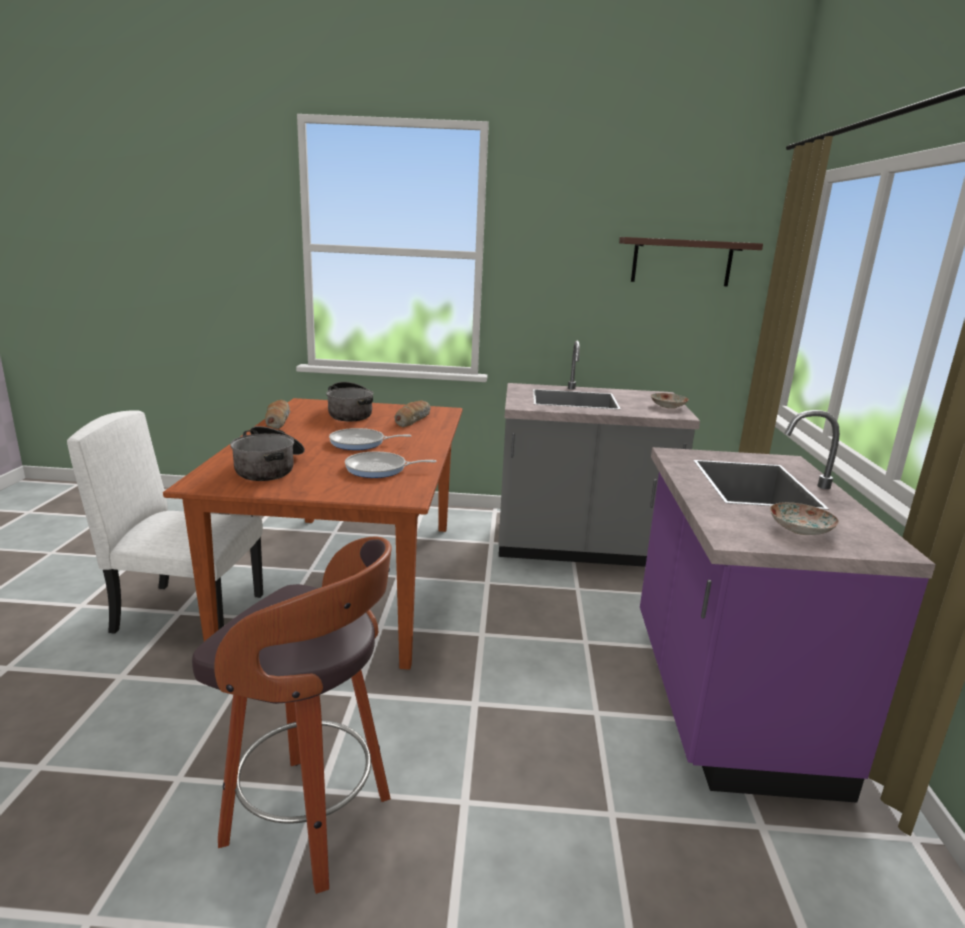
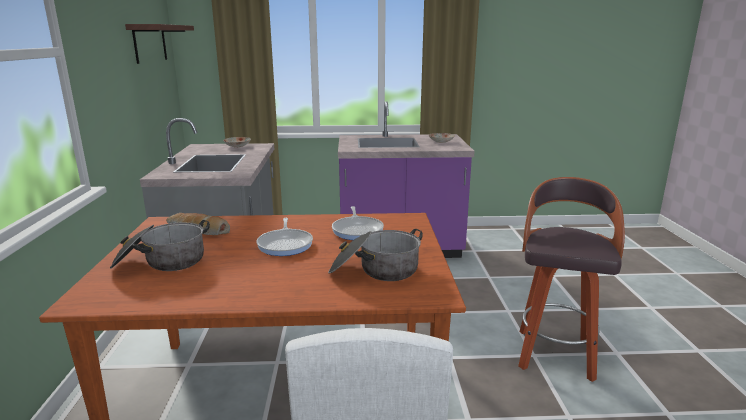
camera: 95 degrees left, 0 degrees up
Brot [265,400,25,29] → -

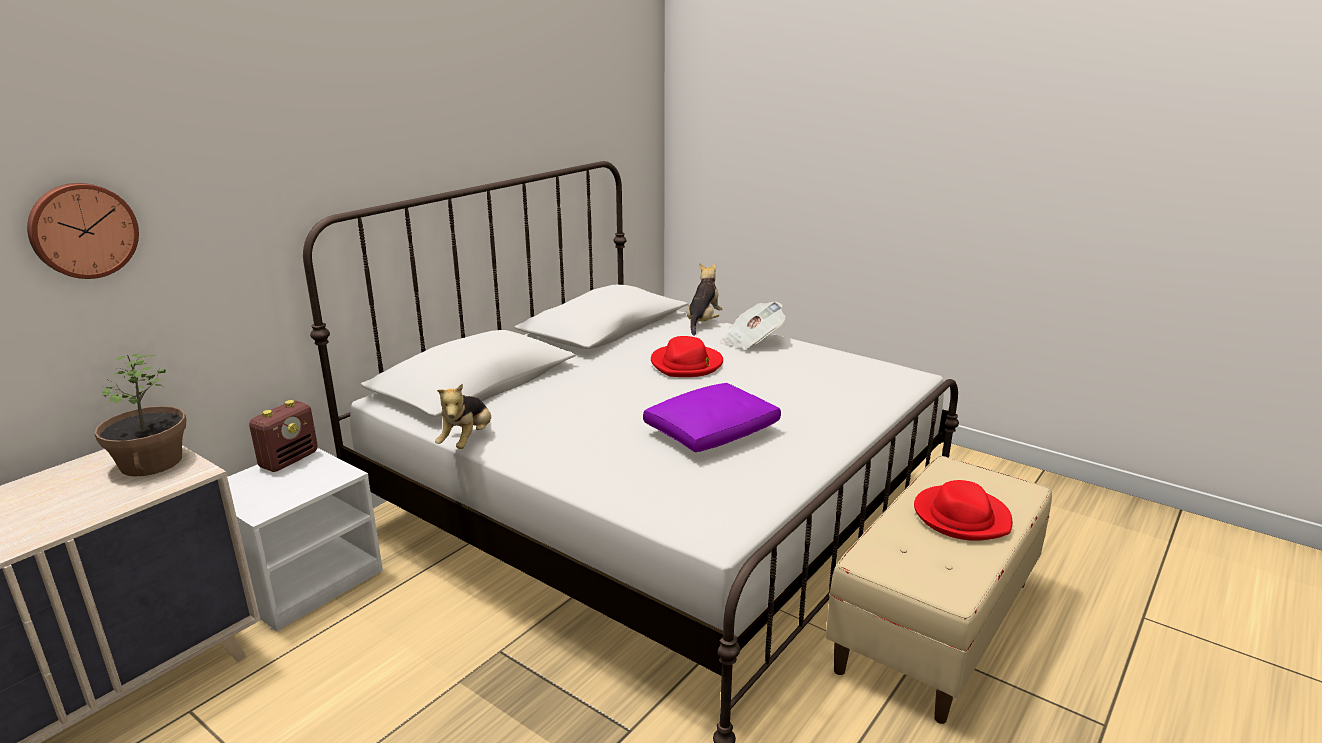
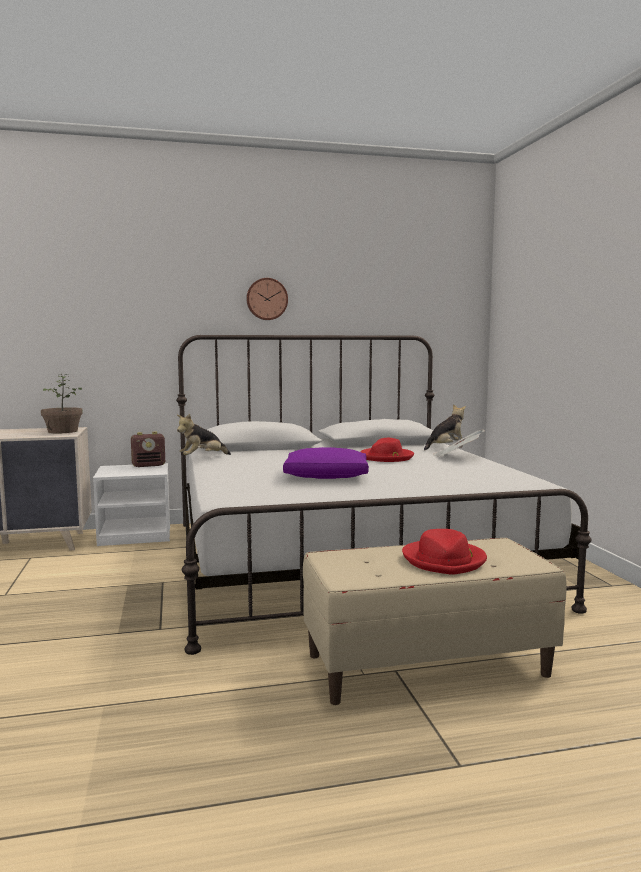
camera: 40 degrees right, 15 degrees down
Wanduhr [27,183,112,96] → Wanduhr [246,278,42,42], move

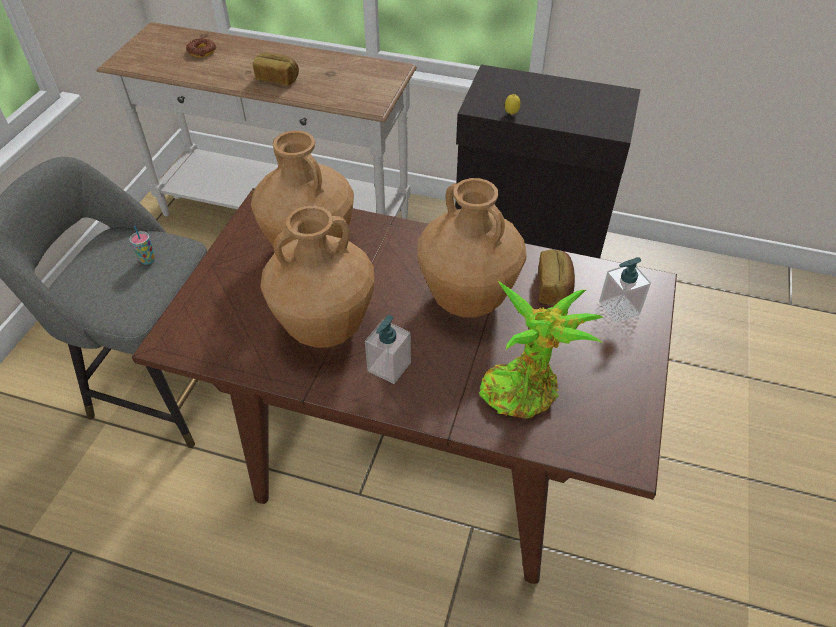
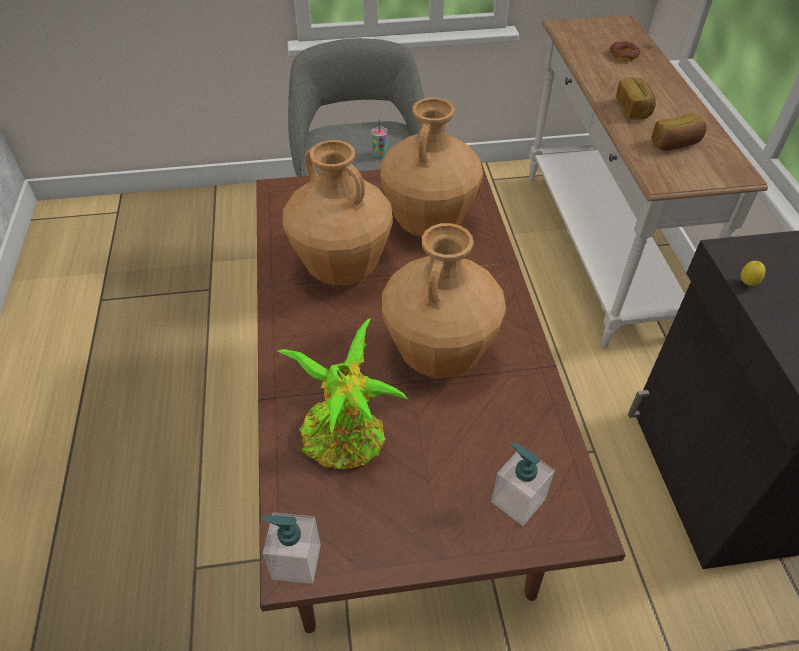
camera: 65 degrees right, 0 degrees up
Seifenspender [365,315,46,69] → Seifenspender [262,512,59,72], move
Brot [538,249,37,56] → Brot [651,113,55,37], move

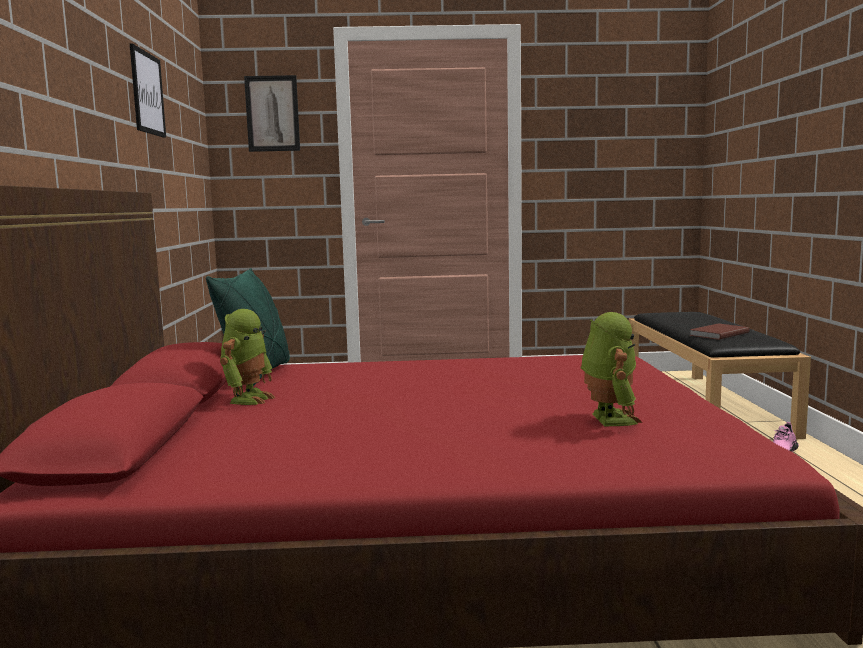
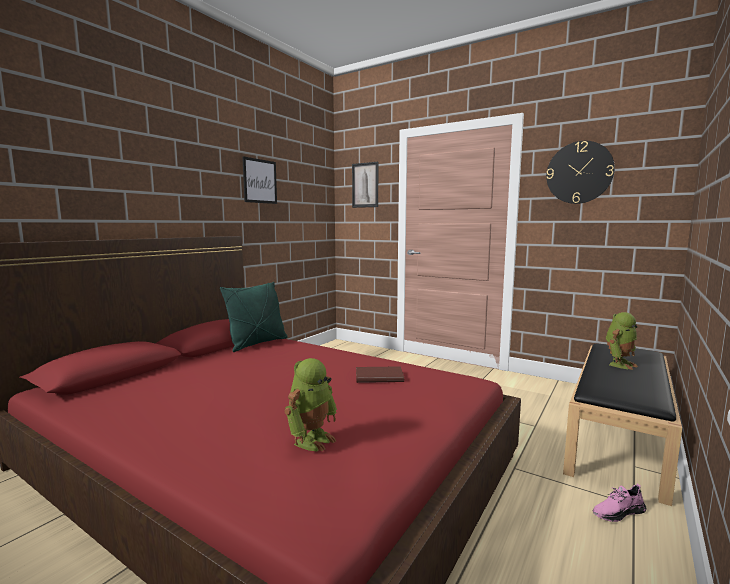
camera: 35 degrees right, 0 degrees up
- → Wanduhr [546,141,69,63]
Spielzeugroboter [220,309,55,96] → Spielzeugroboter [606,312,32,58], move
Buch (braun) [689,323,60,17] → Buch (braun) [356,366,48,17], move

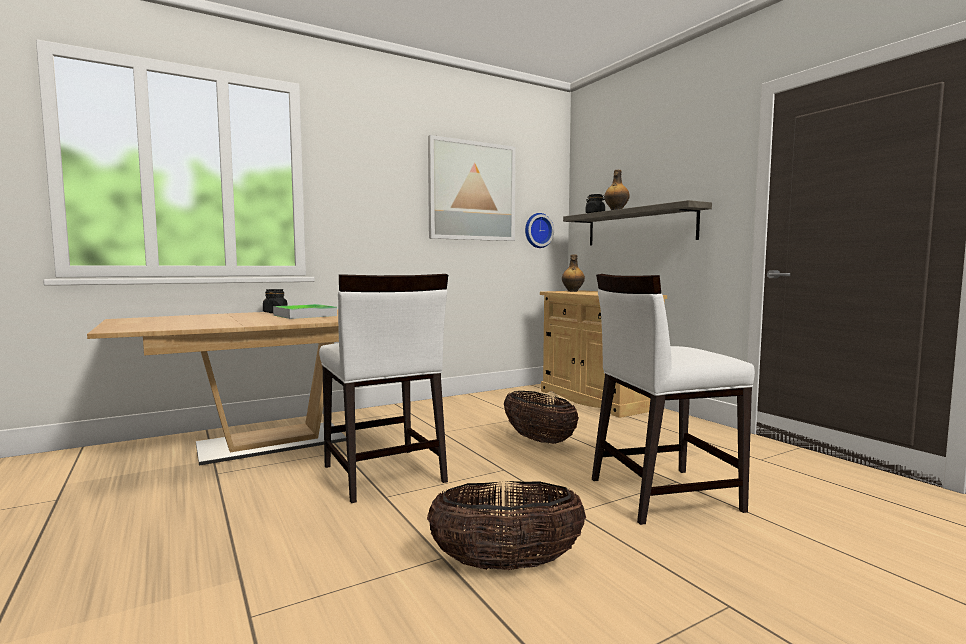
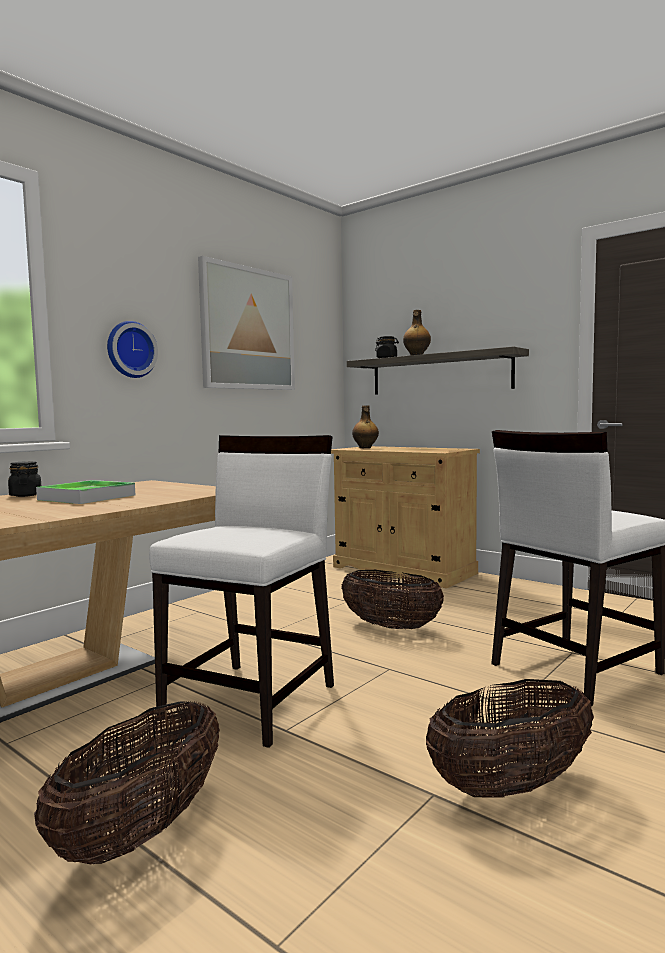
camera: 20 degrees left, 0 degrees up
- → Korb [34,701,186,163]
Wanduhr [525,213,29,35] → Wanduhr [107,321,51,57], move
Stuhl (weiß) [319,274,129,229] → Stuhl (weiß) [149,435,185,313], 105 degrees counterclockwise

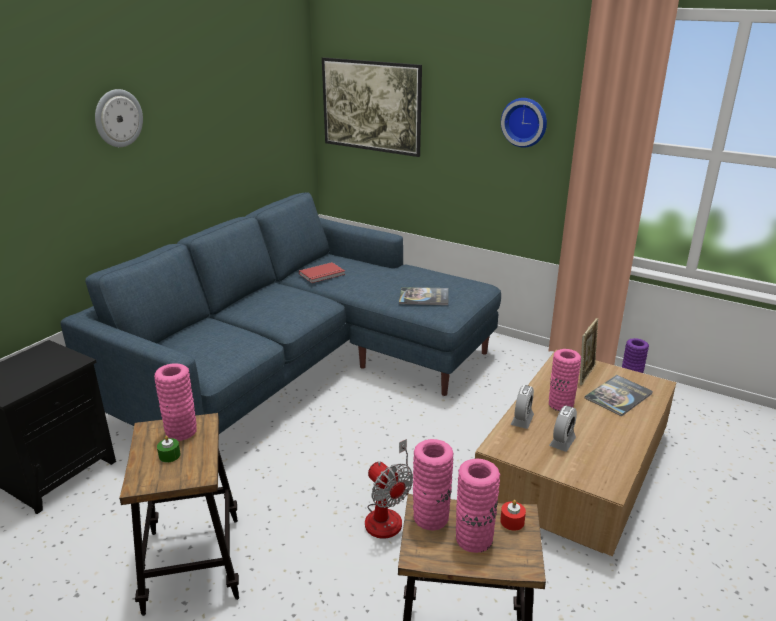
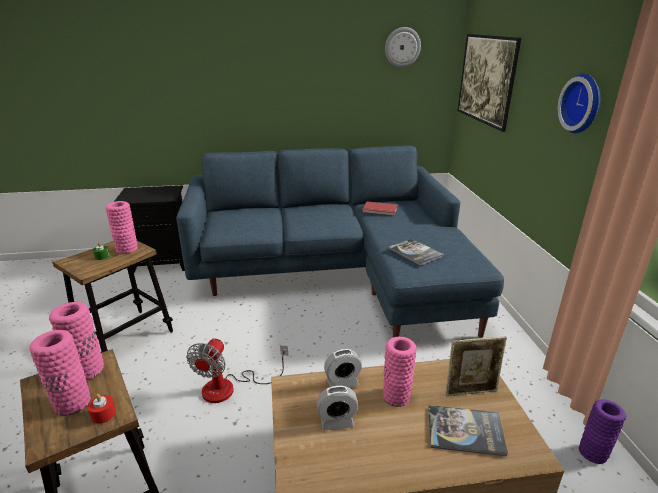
camera: 50 degrees right, 0 degrees up
Wanduhr [95,89,48,58] → Wanduhr [385,27,36,40], move

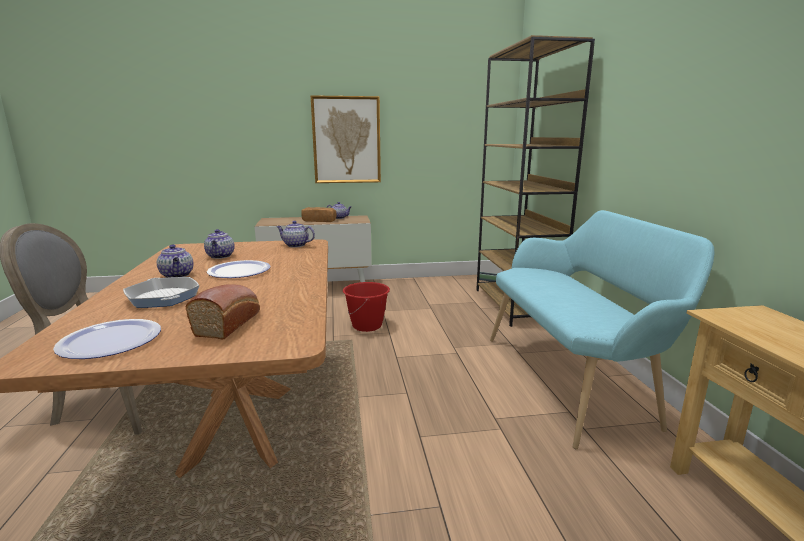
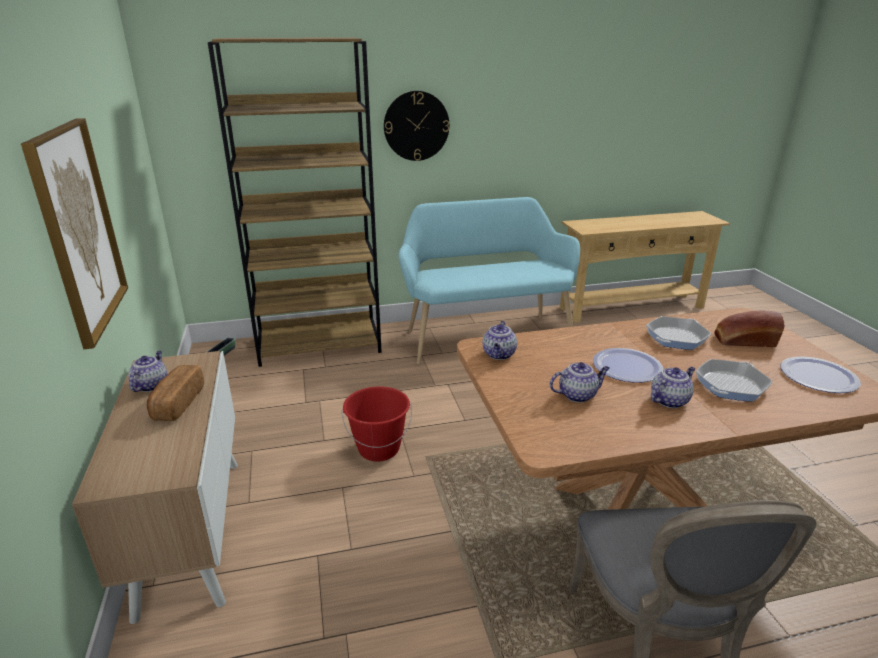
camera: 95 degrees left, 10 degrees up
- → Wanduhr [384,91,66,70]
- → Pfanne [646,316,65,34]

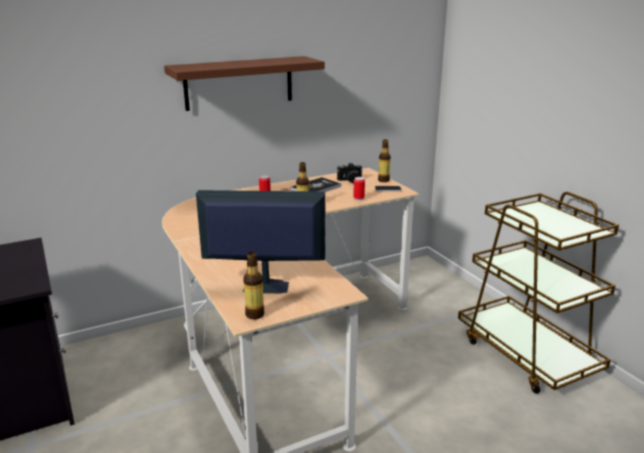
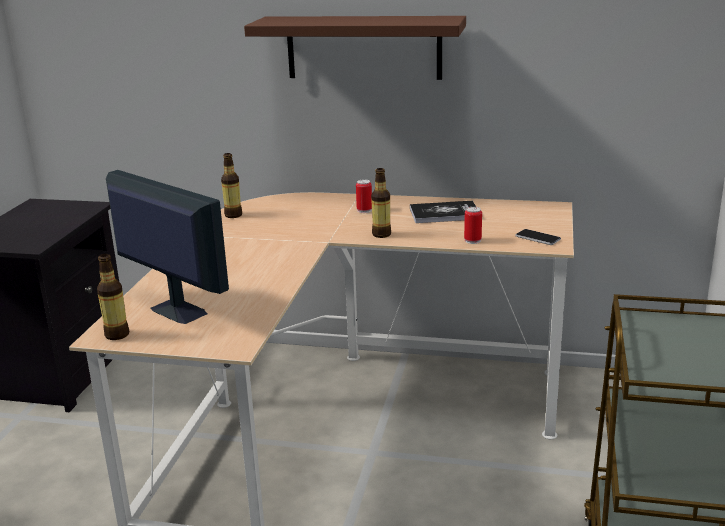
camera: 40 degrees right, 0 degrees up
Kamera [337,163,25,20] → -
Flasche [378,139,13,43] → Flasche [221,153,21,65], move

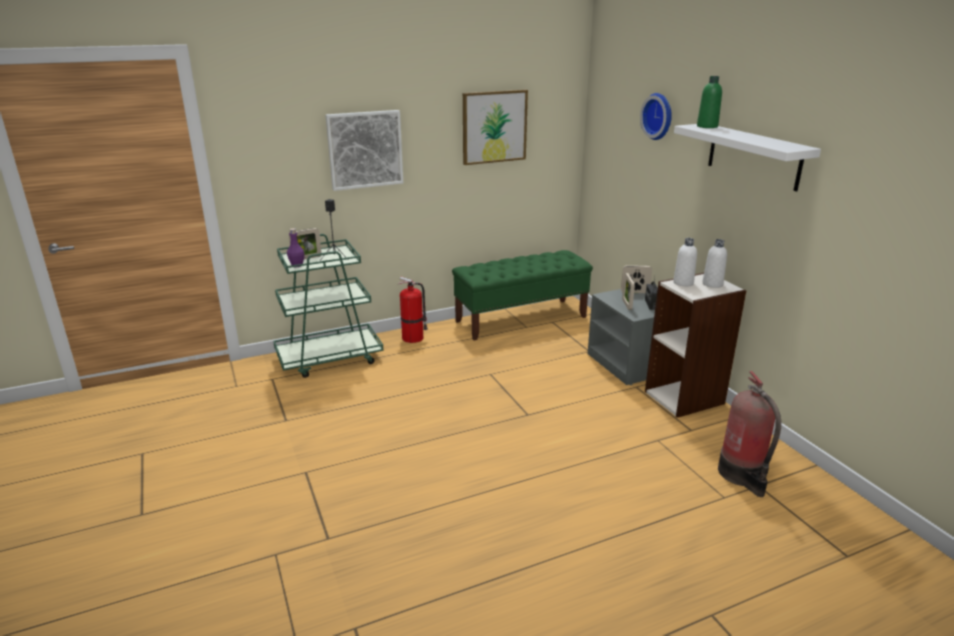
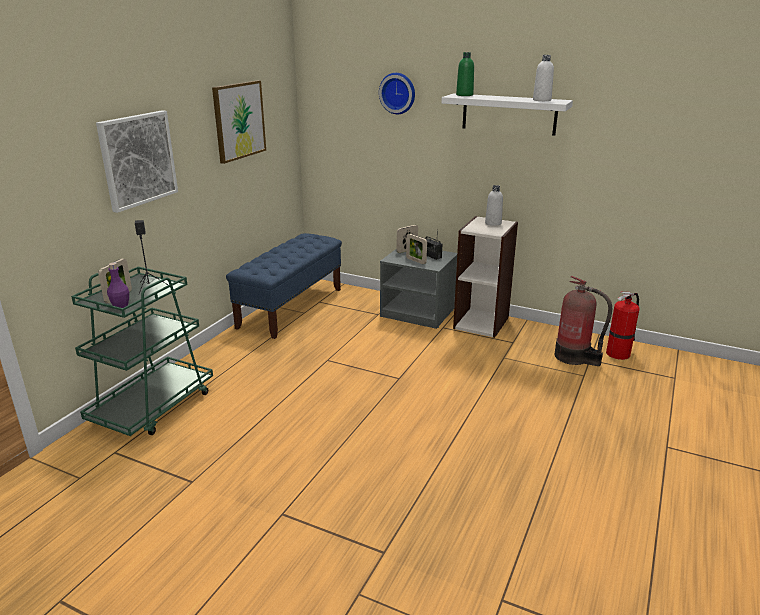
camera: 40 degrees left, 0 degrees up
Feuerlöscher [398,277,30,66] → Feuerlöscher [606,292,34,68], move
Flasche (weiß) [673,238,24,48] → Flasche (weiß) [533,55,21,46], move
Bank (grün) [452,250,141,90] → Bank (blau) [226,233,116,106]

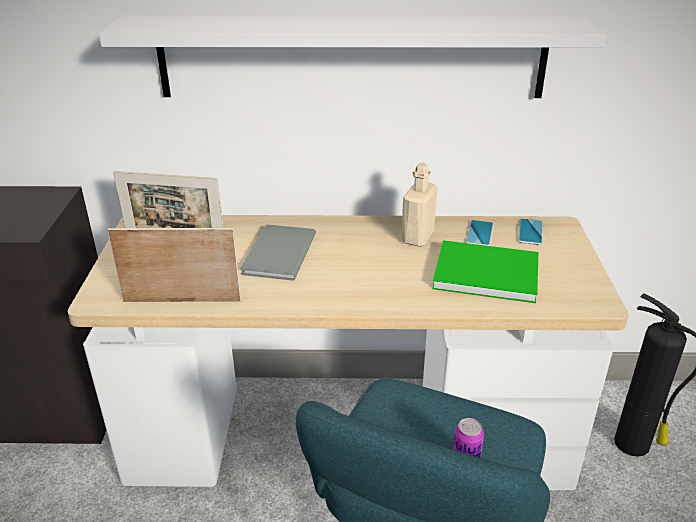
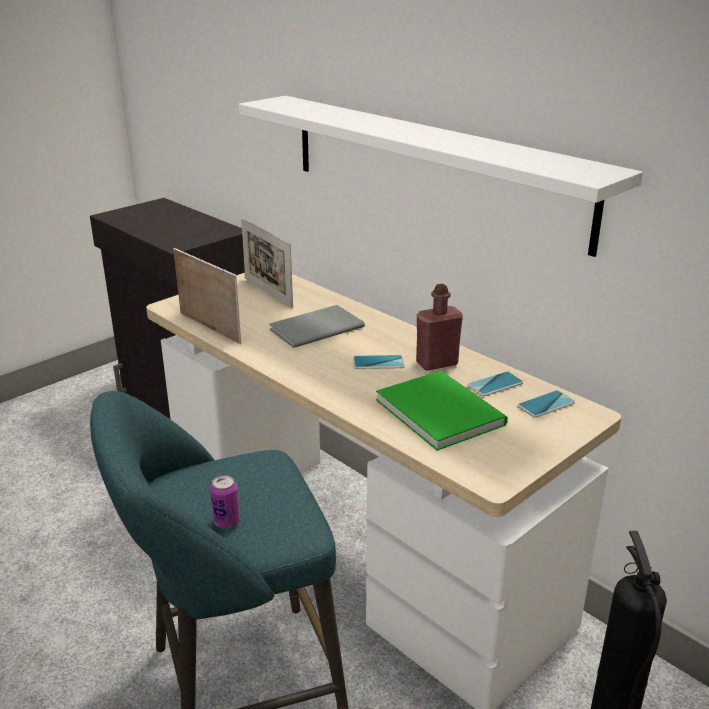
camera: 45 degrees right, 5 degrees down
- → Handy [353,355,52,14]
Flasche (beige) [401,162,37,85] → Flasche (rot) [416,284,47,87]

